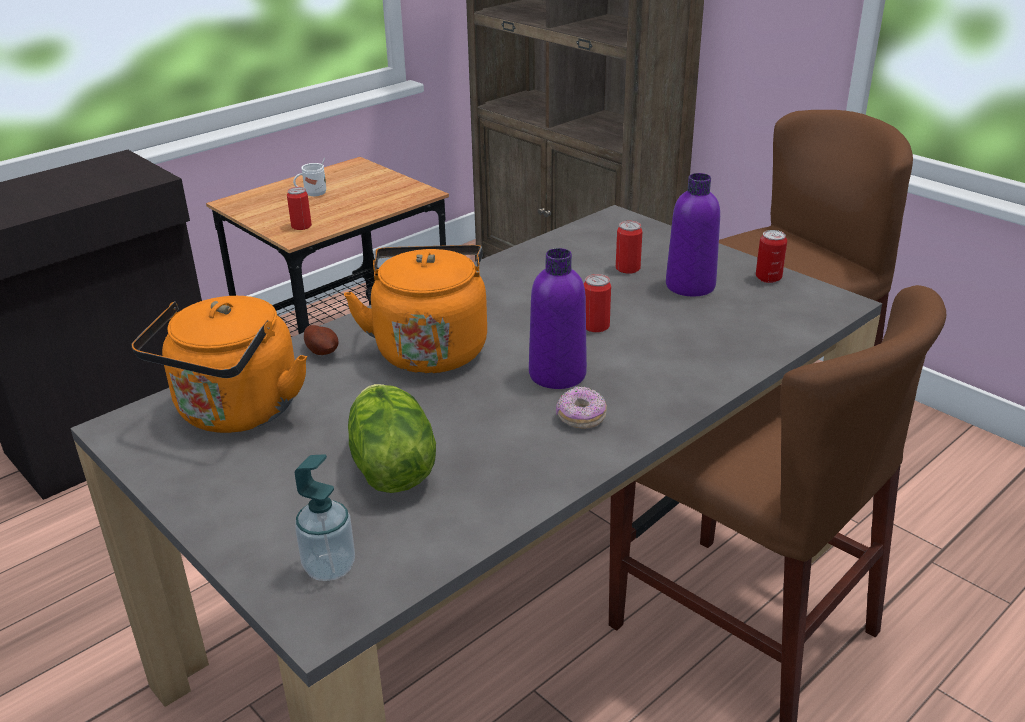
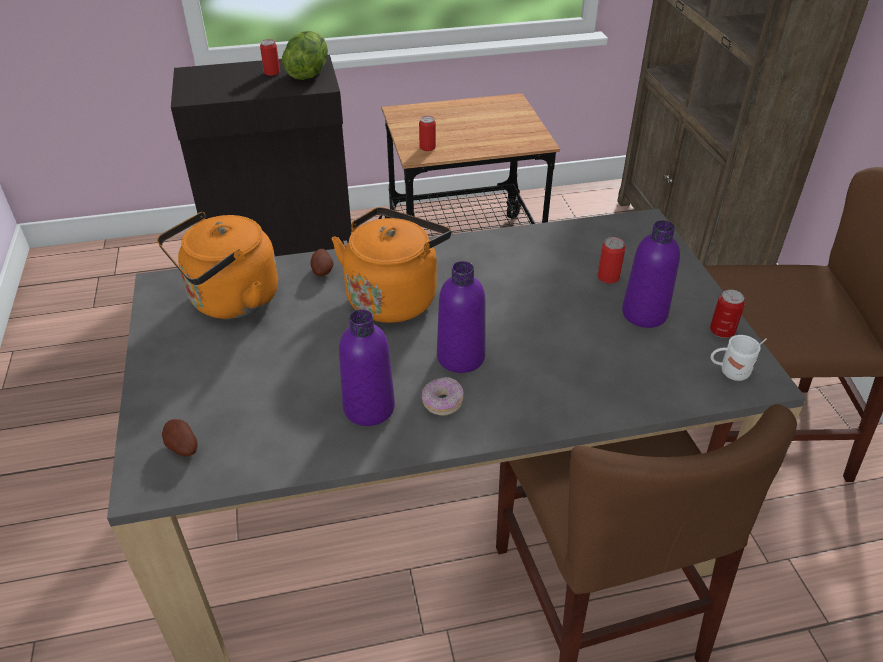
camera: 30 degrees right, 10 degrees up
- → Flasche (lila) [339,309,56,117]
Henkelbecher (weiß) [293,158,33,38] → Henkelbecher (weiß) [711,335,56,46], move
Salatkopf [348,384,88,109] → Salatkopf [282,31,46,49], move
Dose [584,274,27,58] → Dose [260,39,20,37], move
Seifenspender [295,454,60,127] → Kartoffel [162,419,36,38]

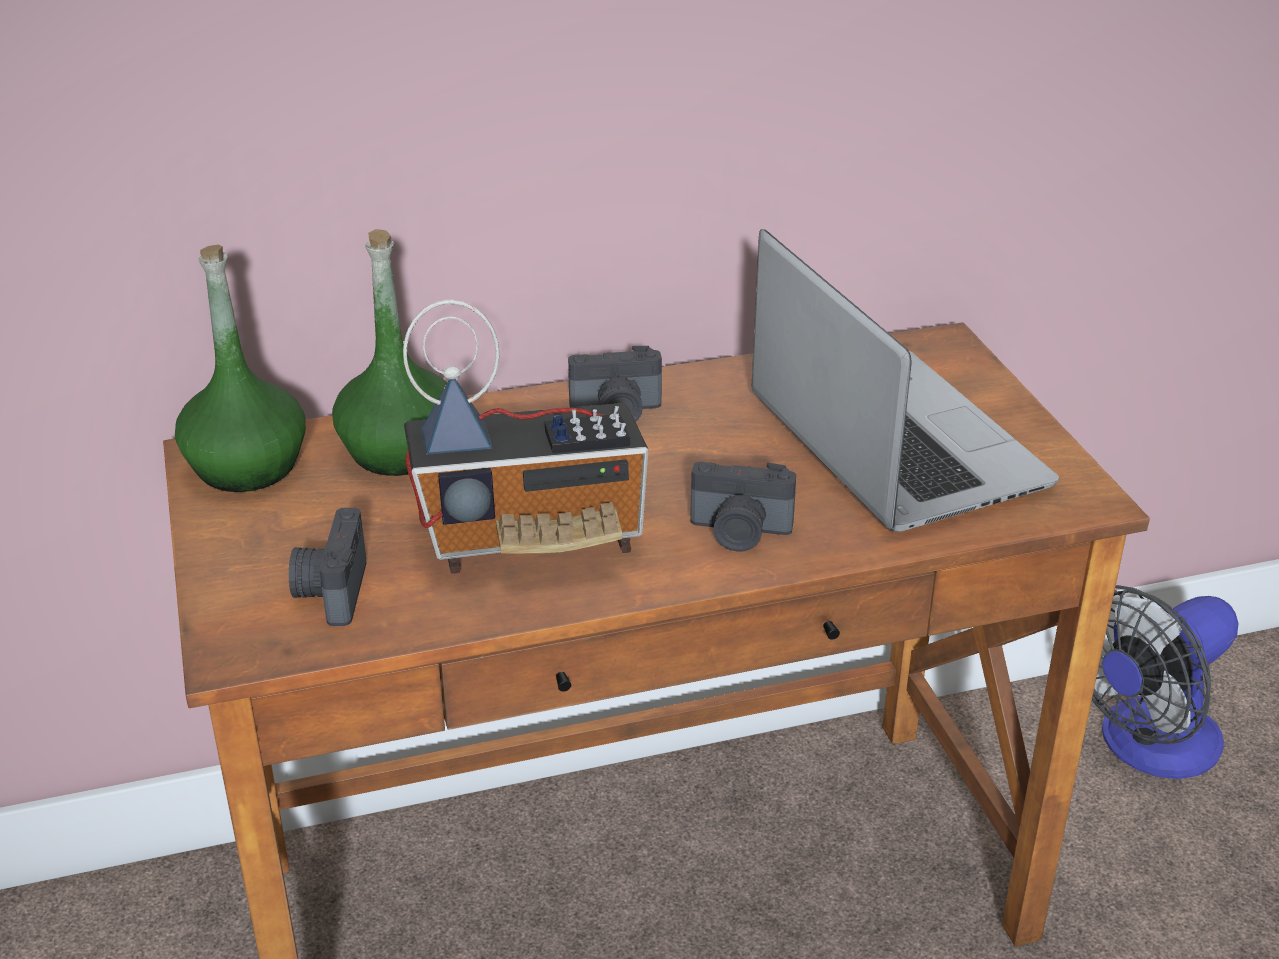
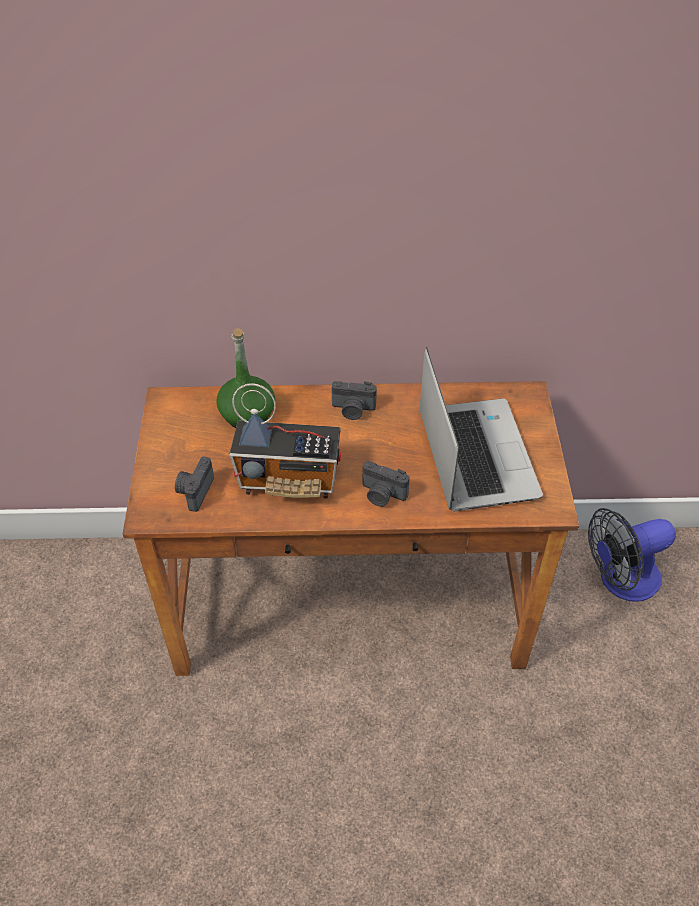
camera: 15 degrees right, 15 degrees up
Flasche (grün) [175,245,131,247] → -

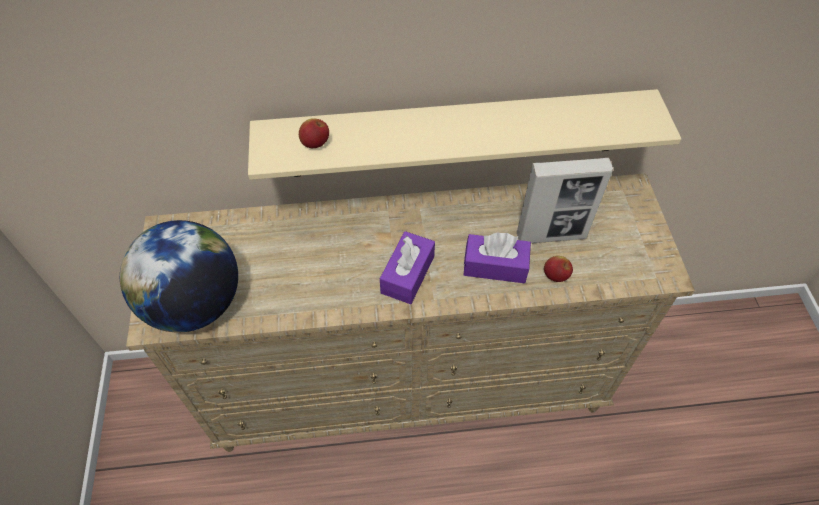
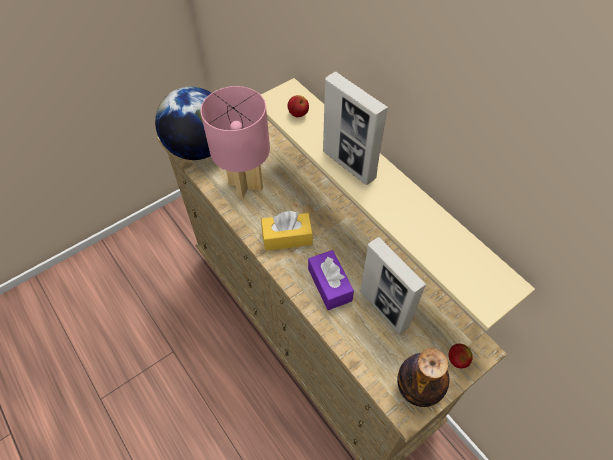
camera: 60 degrees right, 0 degrees up
- → Tischlampe (rosa) [200,86,70,113]
- → Bilderrahmen [323,72,65,113]
- → Flasche [397,348,52,59]
Apfel [544,256,29,26] → Apfel [448,344,25,24], move
Taschentuchbox (lila) [380,231,55,73] → Taschentuchbox (gelb) [261,211,52,40]

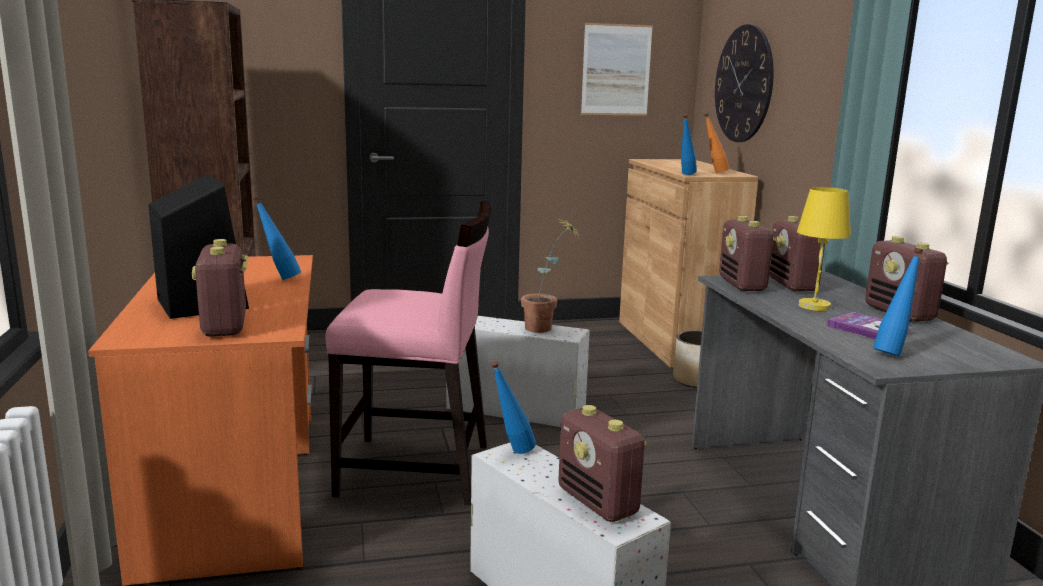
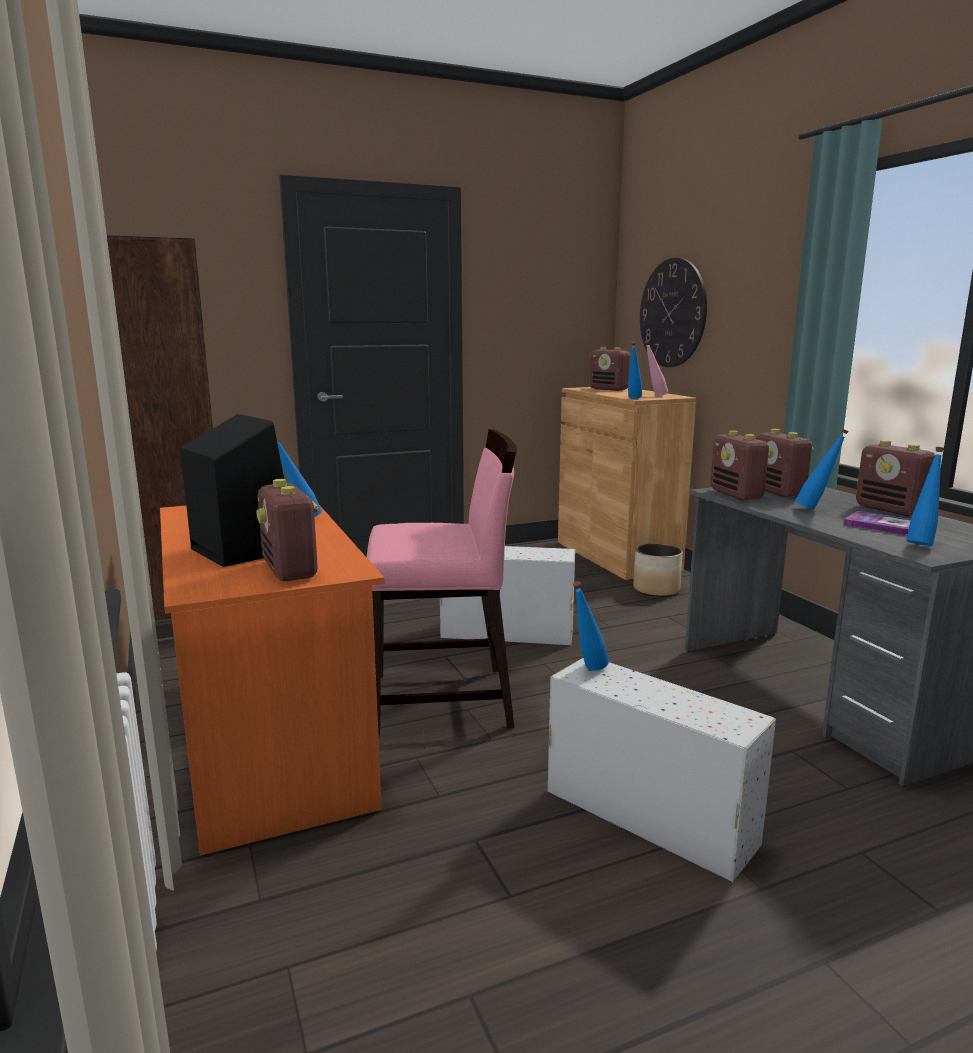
camera: 10 degrees left, 0 degrees up
Topfpflanze [521,218,58,115] → -
Bild [581,23,72,93] → -
Radio [558,405,90,117] → Radio [590,347,40,44], move
Tischlampe (gelb) [797,187,54,124] → Flasche (blau) [795,429,54,81]
Flasche (orange) [704,113,26,60] → Flasche (rosa) [645,341,23,55]

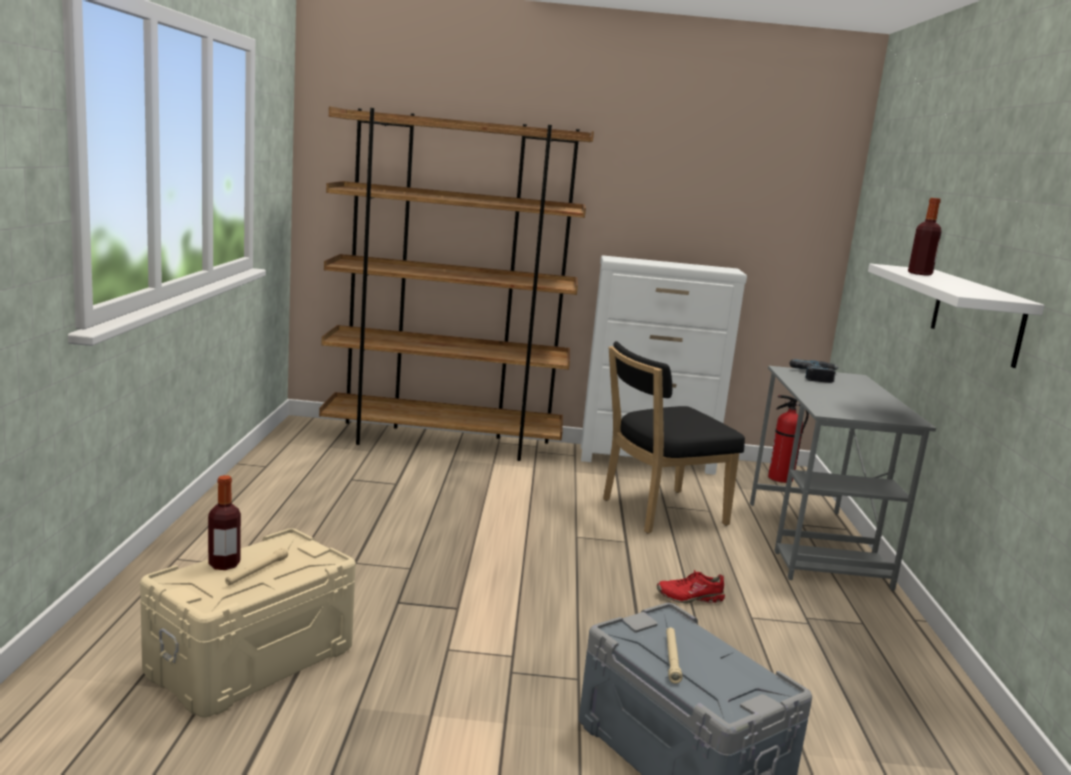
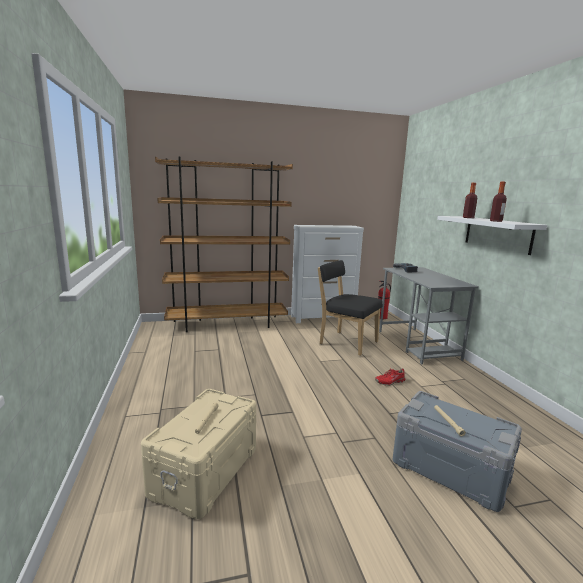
camera: 15 degrees left, 0 degrees up
Flasche [208,475,33,95] → Flasche [490,182,17,40], move
Stuhl (schwarz) [603,341,142,193] → Stuhl (schwarz) [318,260,65,96], 75 degrees clockwise

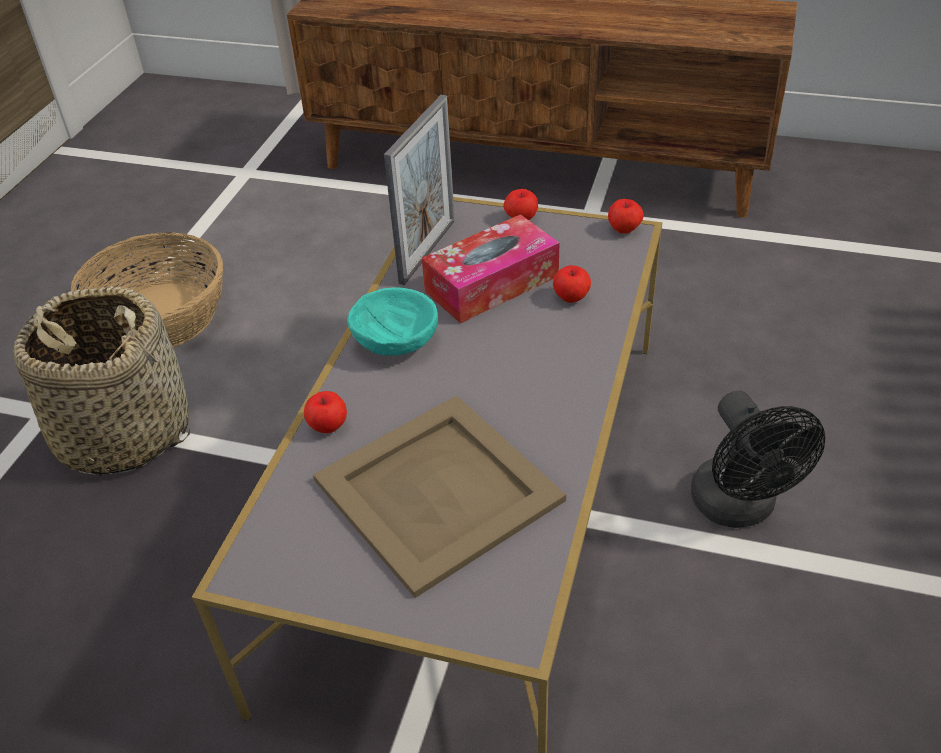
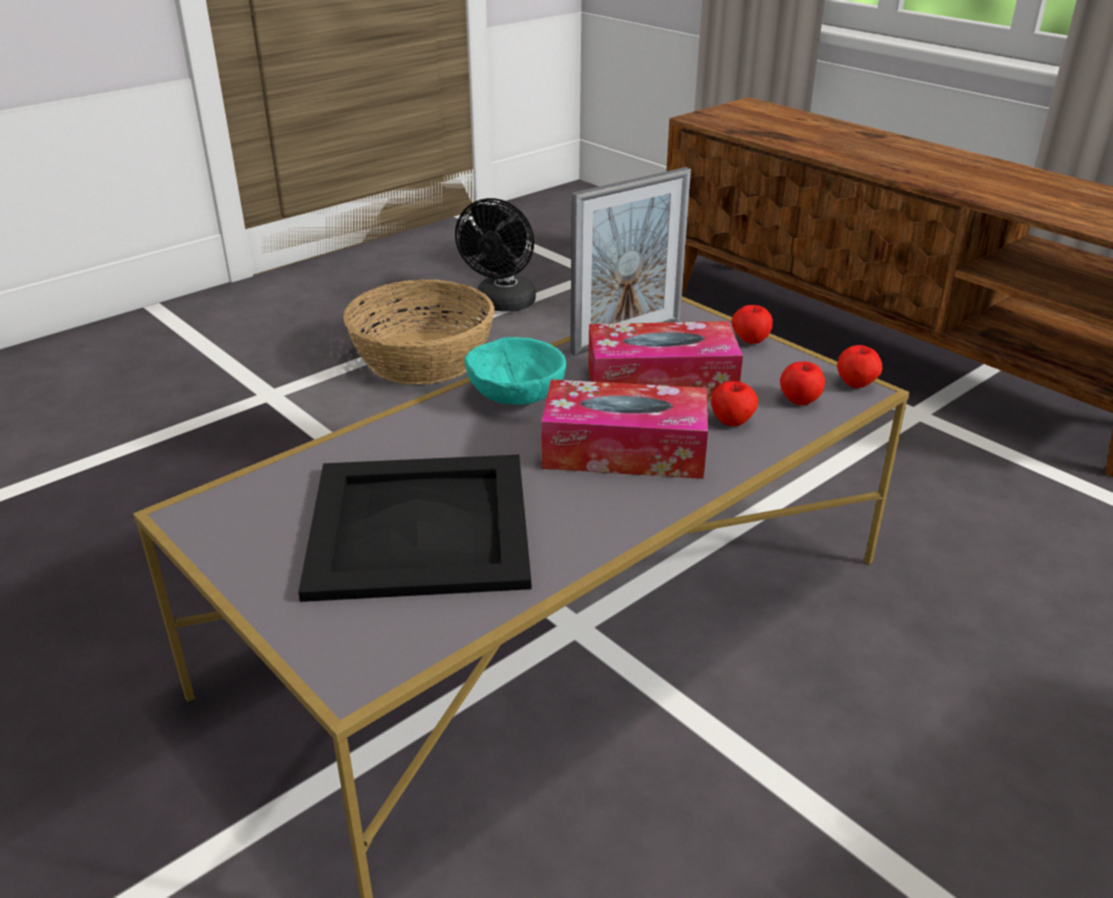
camera: 30 degrees right, 10 degrees down
Korb [13,286,177,190] → -
- → Taschentuchbox [541,380,167,99]
Apfel [304,391,43,42] → Apfel [780,361,45,44], move
Ventilator (schwarz) [691,391,134,137] → Ventilator (schwarz) [455,198,81,114], move
Tablett (beige) [313,395,253,203] → Tablett (schwarz) [298,455,233,147]

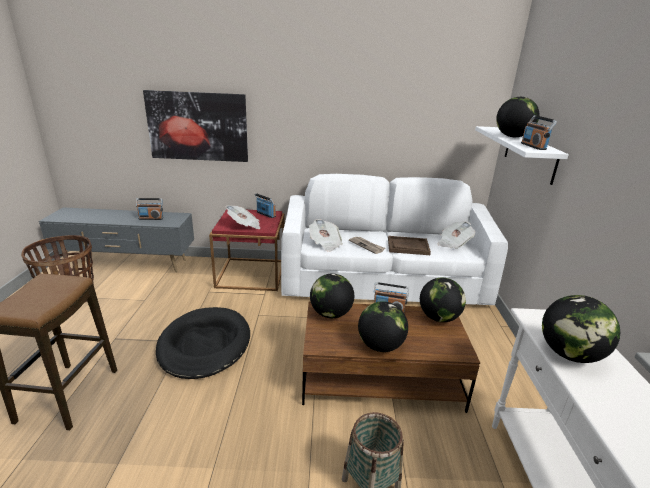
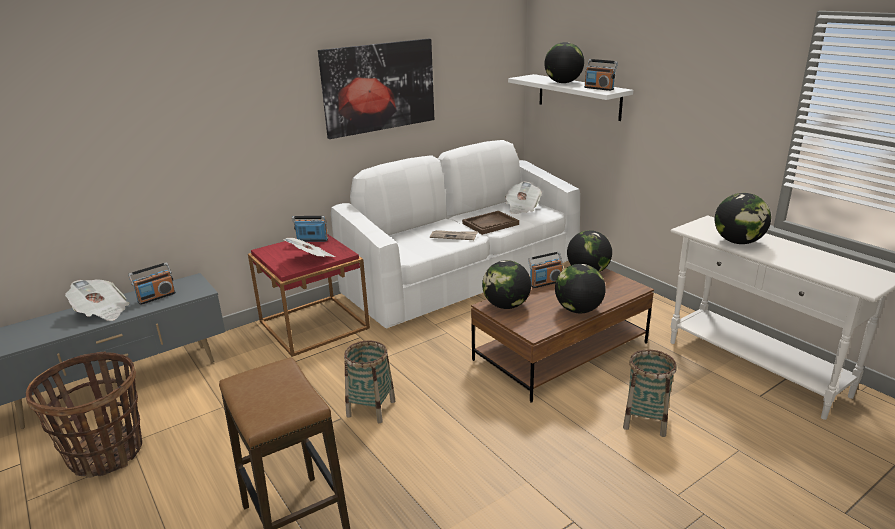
camera: 35 degrees left, 0 degrees up
Bild [143,90,105,72] → Bild [318,38,116,101], move
Zeitung [309,219,34,33] → Zeitung [65,279,65,42], move
Hundebett (schwarz) [156,307,94,72] → Korb [344,340,51,83]

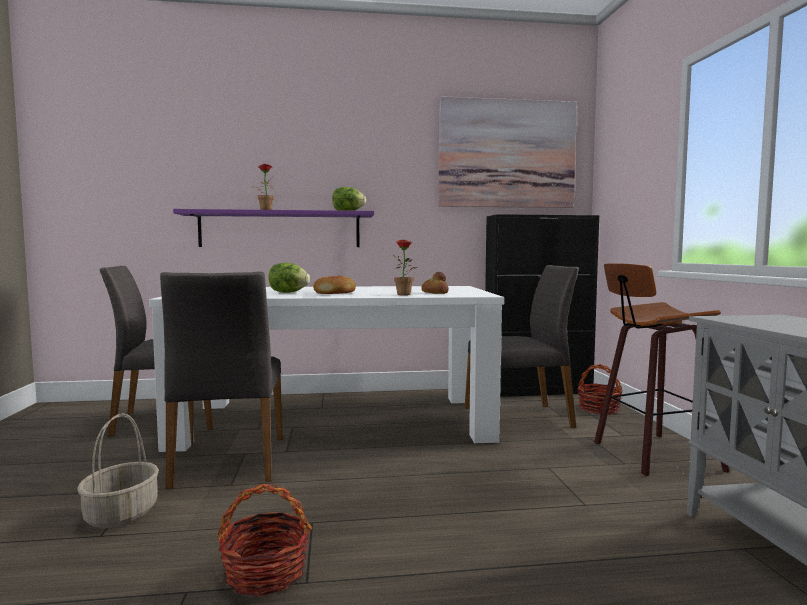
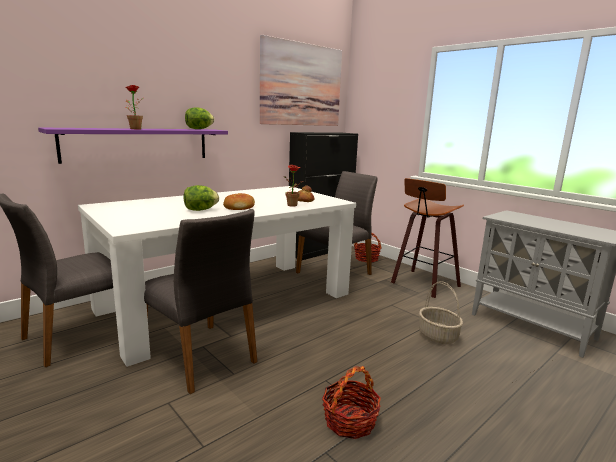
camera: 35 degrees left, 10 degrees up
Korb [77,413,82,115] → Korb [419,281,44,63], move

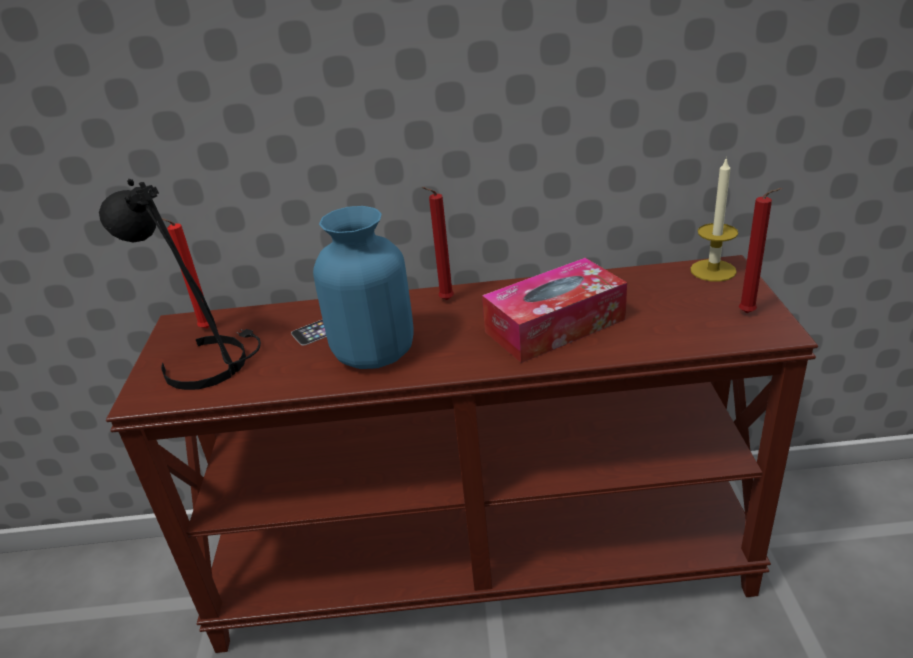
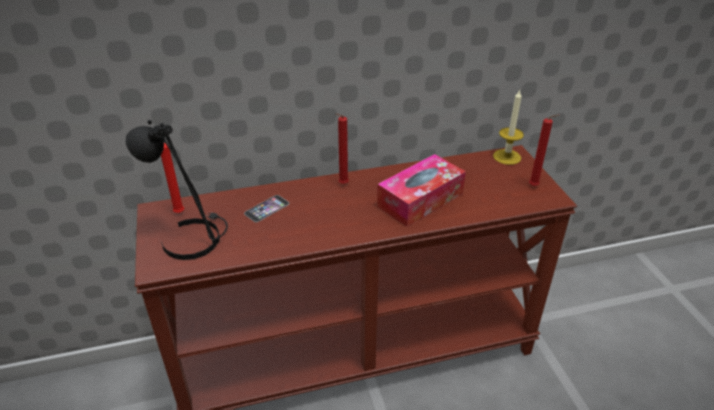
camera: 15 degrees left, 5 degrees up
Vase (blau) [313,206,101,163] → -

